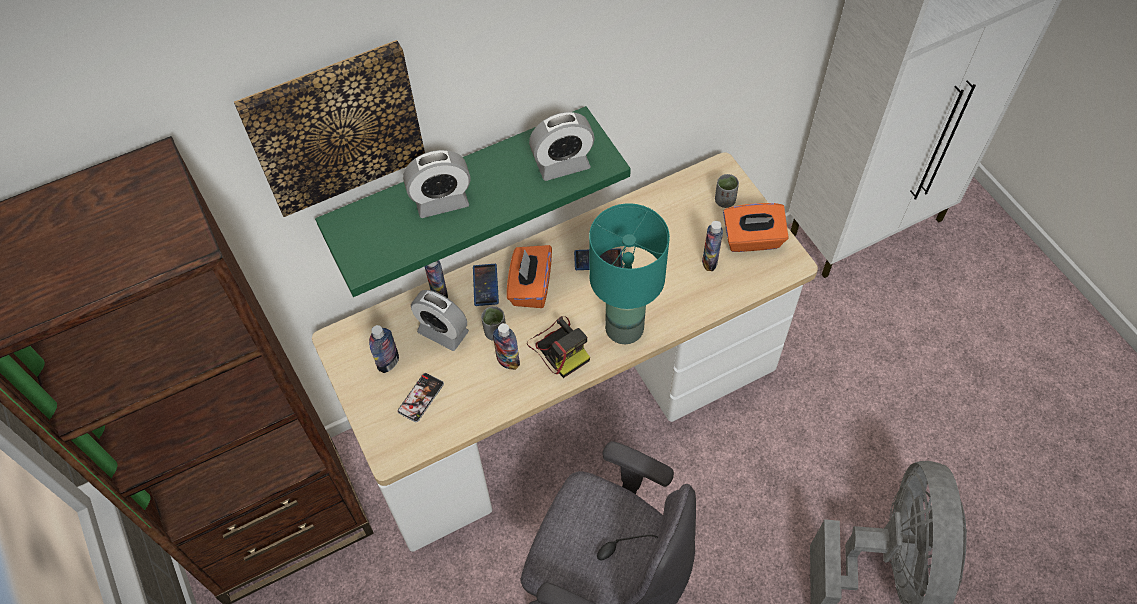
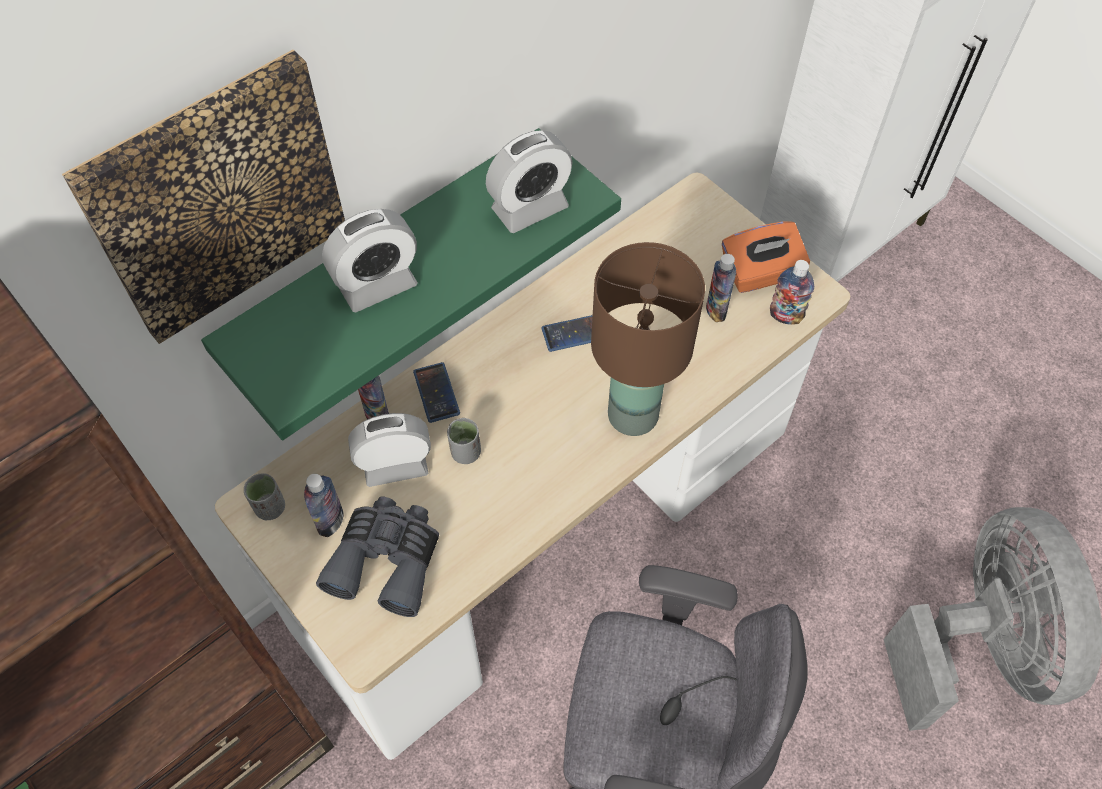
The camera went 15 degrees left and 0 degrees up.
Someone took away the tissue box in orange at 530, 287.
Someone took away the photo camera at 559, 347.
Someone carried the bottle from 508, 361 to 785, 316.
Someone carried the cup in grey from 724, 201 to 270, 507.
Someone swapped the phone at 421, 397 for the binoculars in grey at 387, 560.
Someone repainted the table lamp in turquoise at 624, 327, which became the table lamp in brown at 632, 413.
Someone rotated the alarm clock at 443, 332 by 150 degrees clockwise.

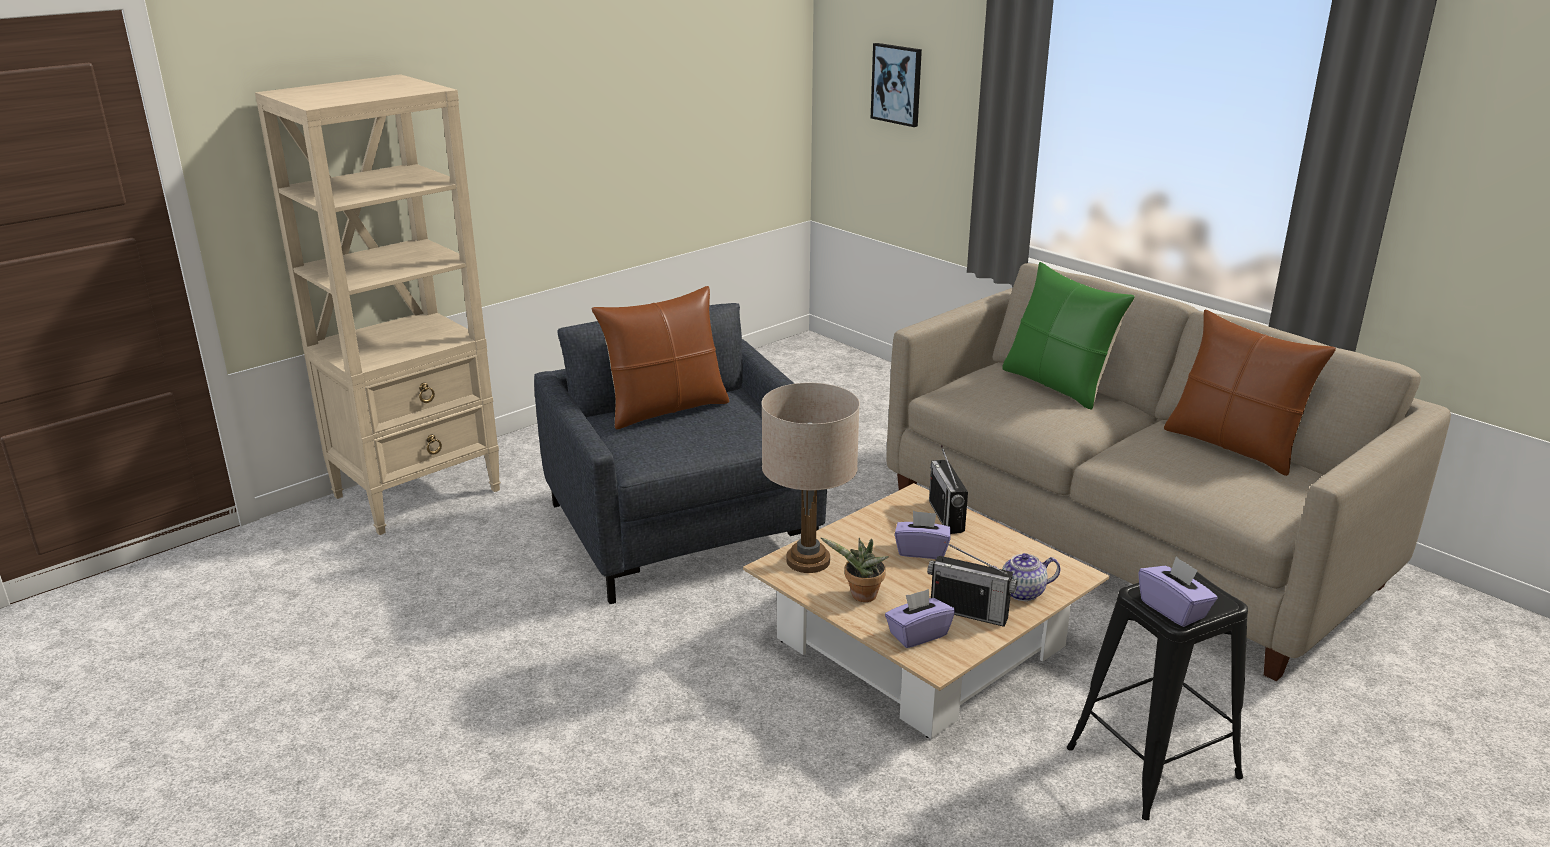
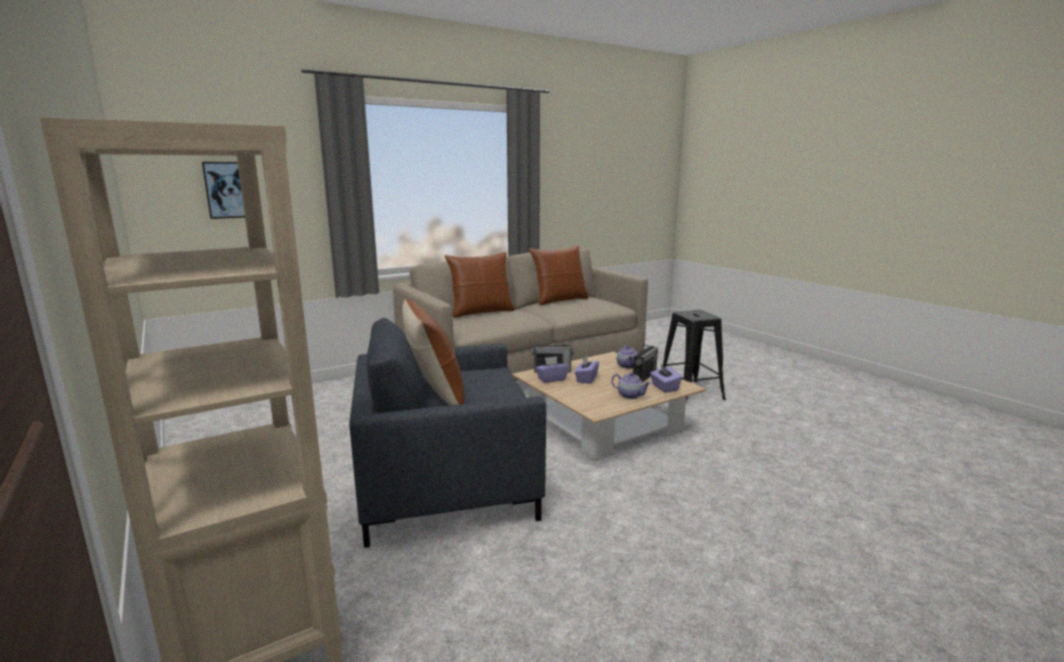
The camera went 80 degrees left and 10 degrees down.
Someone took away the table lamp in beige at 807, 561.
Someone carried the tissue box in purple from 1173, 609 to 551, 379.
Someone swapped the potted plant at 861, 597 for the teapot at 630, 395.
Someone repainted the pillow in green at 1058, 385, which became the pillow in brown at 481, 312.

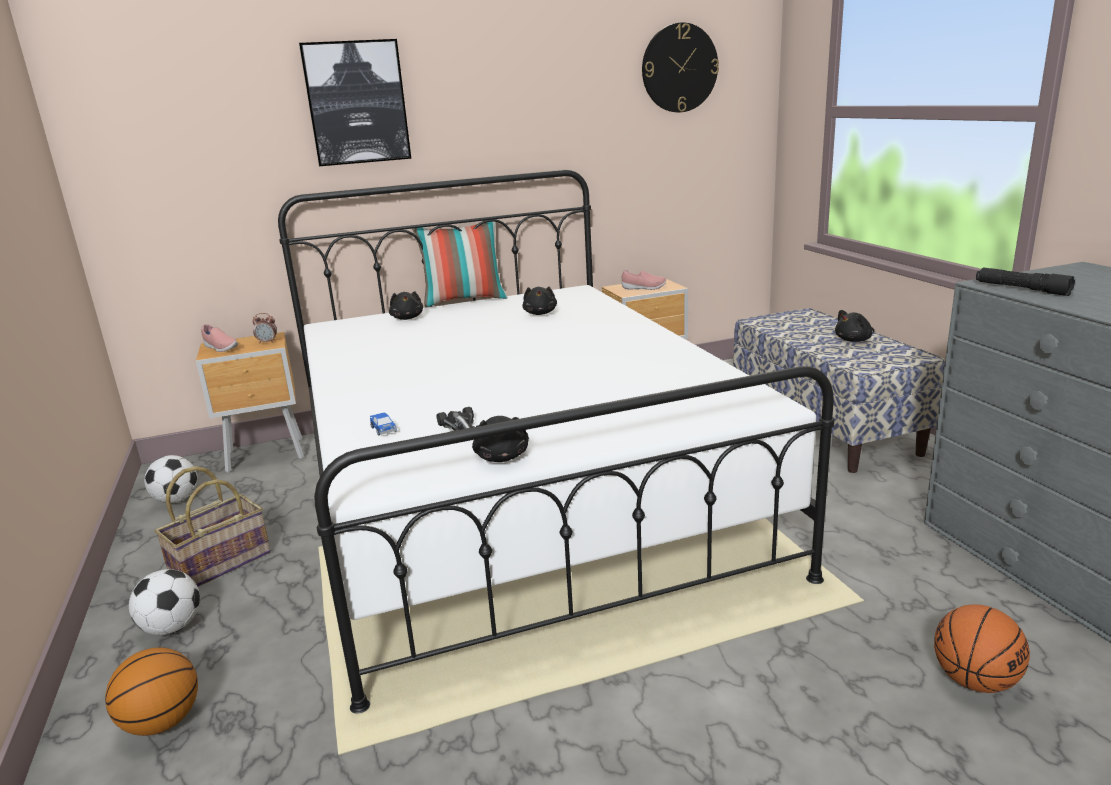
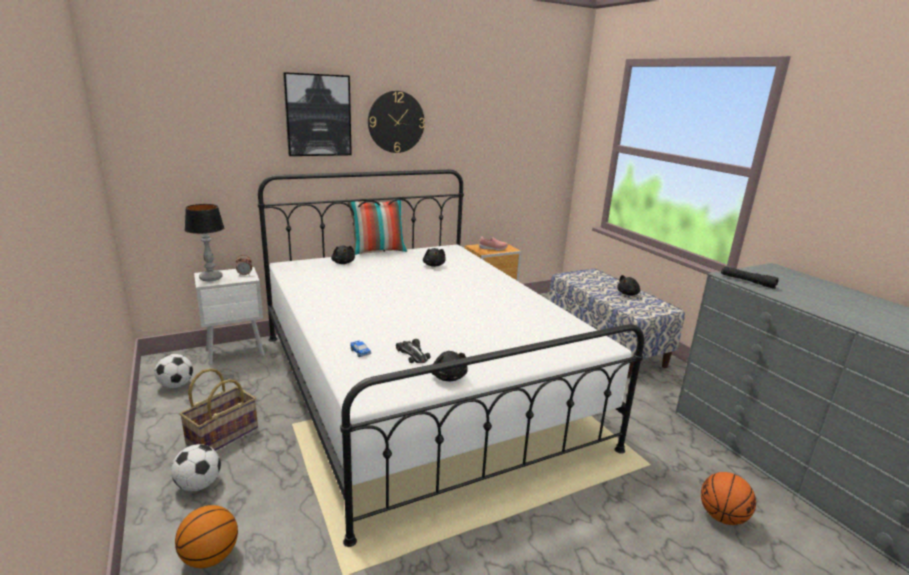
The camera went 10 degrees left and 0 degrees up.
Someone carried the wall clock from 679, 68 to 396, 122.
Someone swapped the shoe in pink at 220, 348 for the table lamp at 211, 278.
Someone repainted the nightstand in brown at 267, 455, which became the nightstand in white at 237, 352.

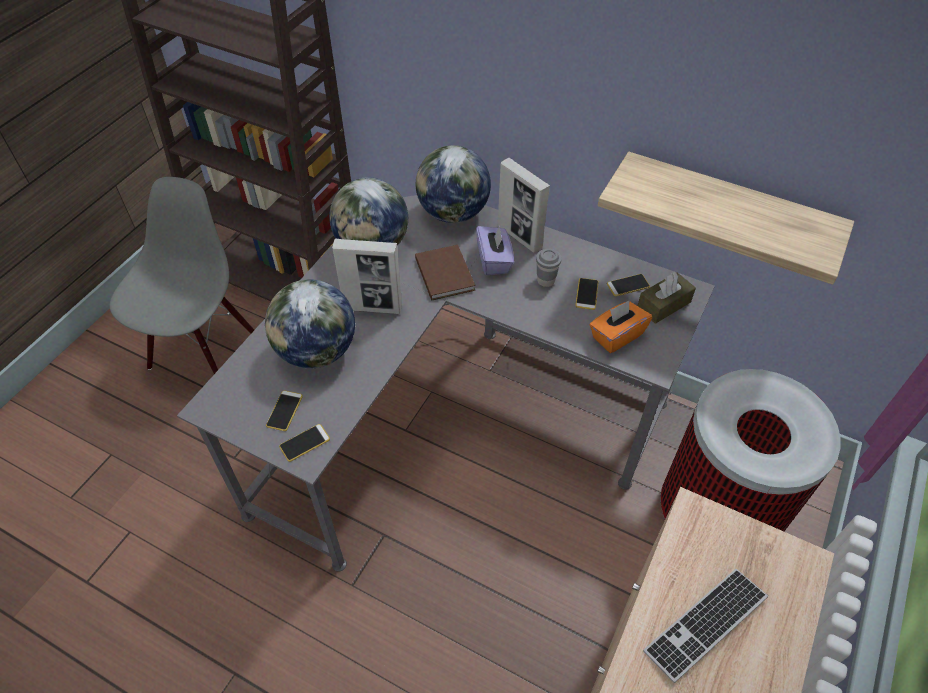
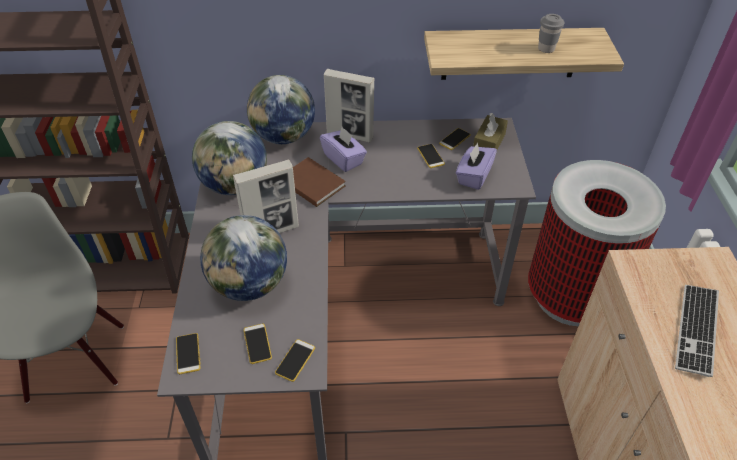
The camera went 30 degrees left and 5 degrees down.
Someone put down the phone at 188, 353.
Someone carried the cup in grey from 546, 280 to 546, 49.
Someone repainted the tissue box in orange at 616, 336, which became the tissue box in purple at 473, 176.

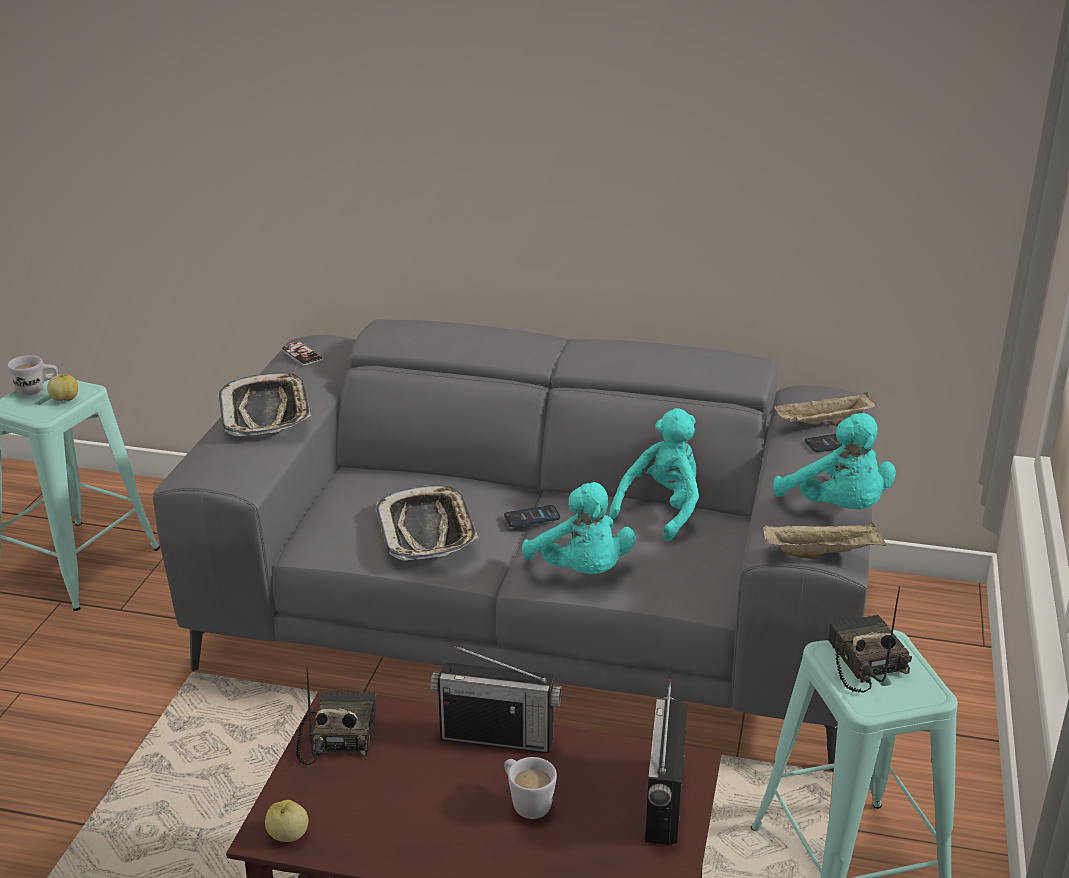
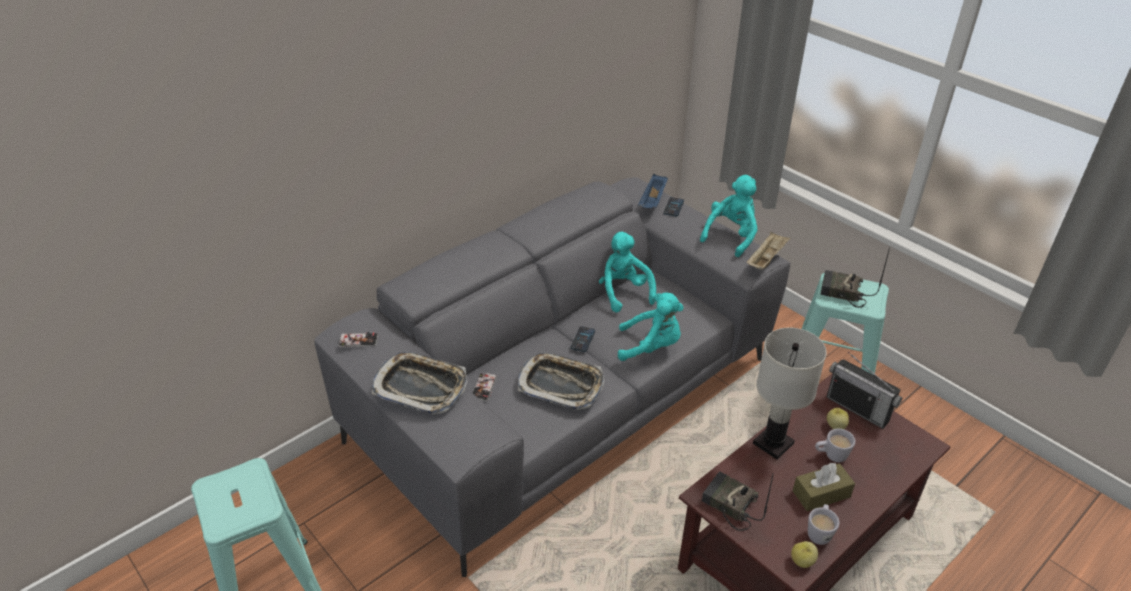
The camera went 55 degrees left and 10 degrees up.
Someone put down the phone at 484, 387.
Someone put down the tissue box in brown at 821, 494.
Someone carried the mug in white from 37, 390 to 819, 532.
Someone carried the apple from 65, 400 to 835, 426.
Someone swapped the radio at 497, 737 for the table lamp in white at 773, 443.
Someone repainted the tray in beige at 823, 424, which became the tray in blue at 653, 201.
Someone rotated the plush toy in turquoise at 837, 508 by 60 degrees counterclockwise.

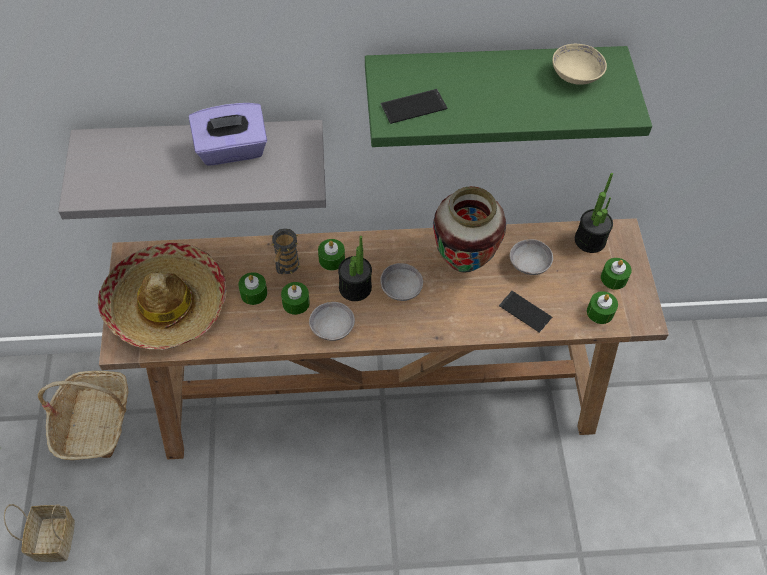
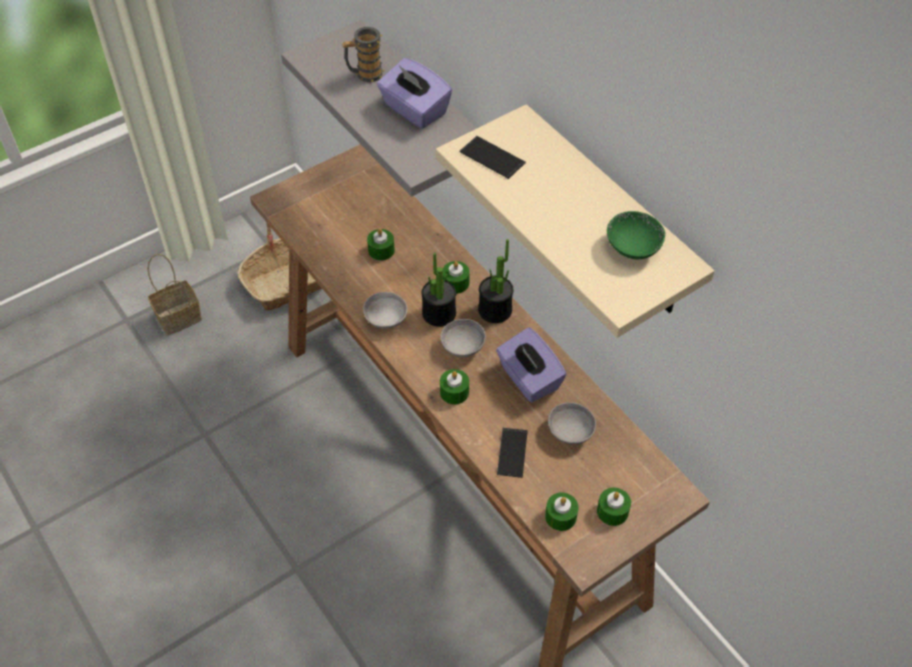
The camera went 60 degrees right and 5 degrees down.
Someone took away the hat at 167, 305.
Someone carried the mug from 285, 268 to 364, 74.
Someone carried the candle in green from 296, 303 to 454, 392.
Someone carried the potted plant from 590, 240 to 495, 310.
Someone swapped the vase at 463, 263 for the tissue box in purple at 528, 379.
Someone repainted the shelf in green at 491, 83, which became the shelf in beige at 609, 216.
Someone repainted the bowl in beige at 575, 75, which became the bowl in green at 633, 247.

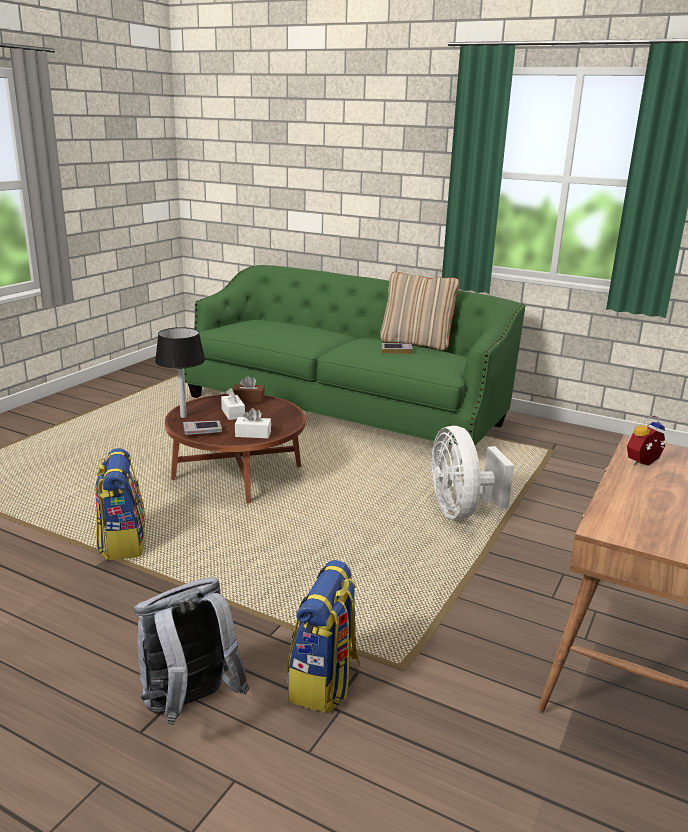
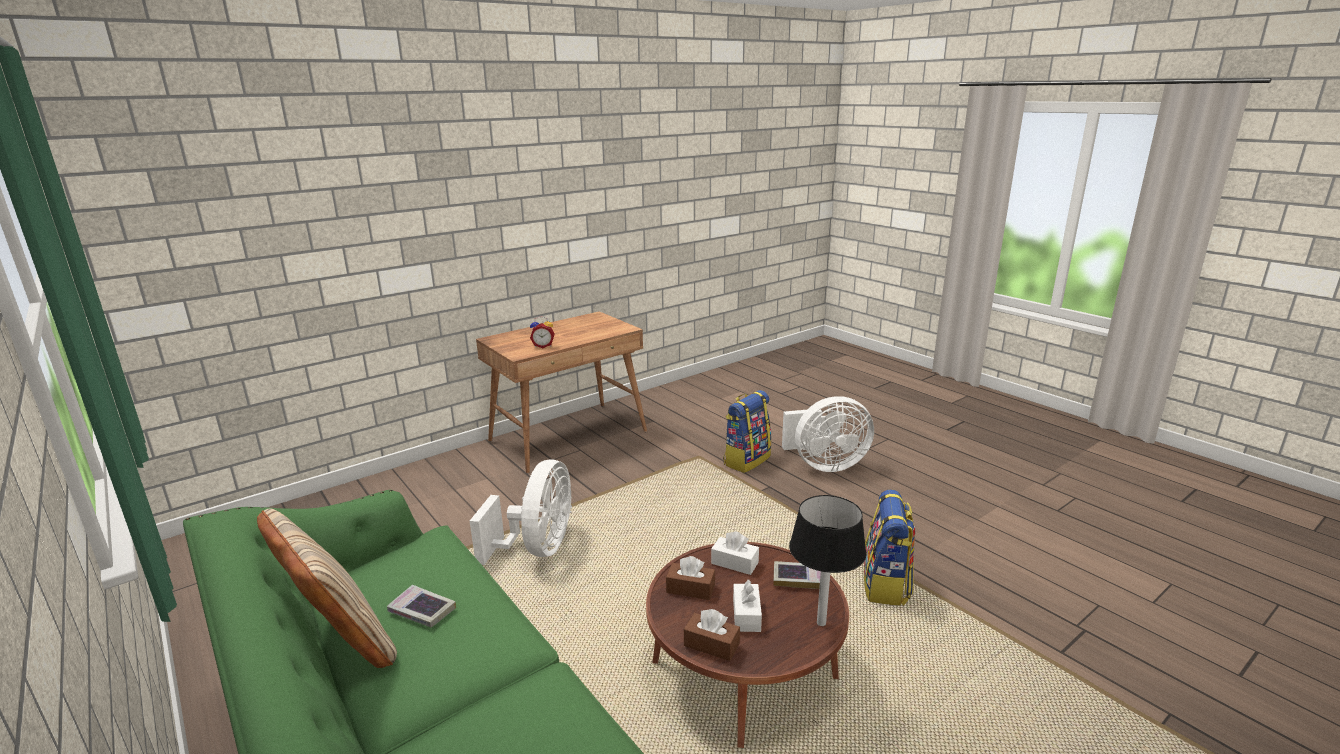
The camera went 155 degrees left and 0 degrees up.
Someone put down the tissue box in brown at 690, 589.
Someone swapped the backpack in grey at 189, 705 for the fan in white at 824, 465.

